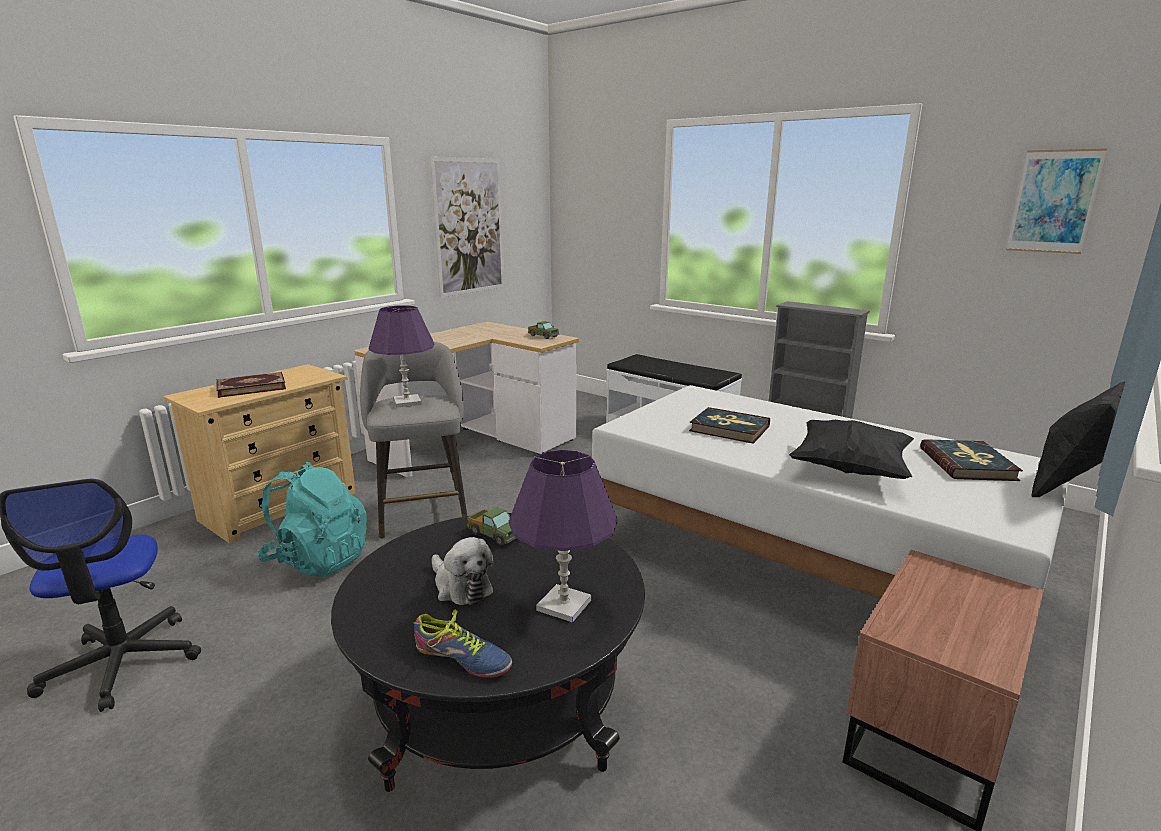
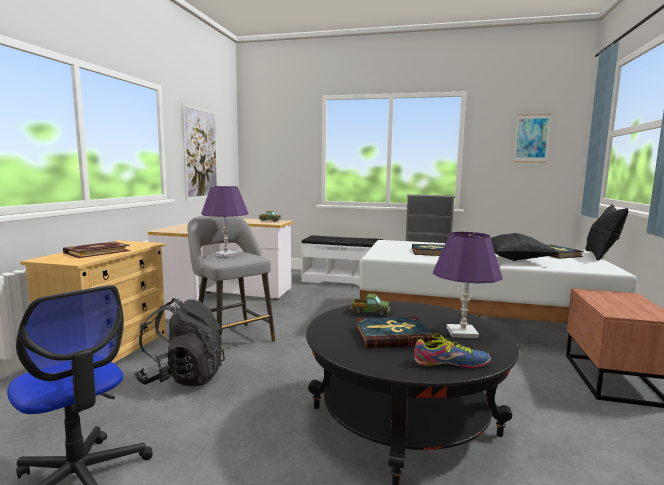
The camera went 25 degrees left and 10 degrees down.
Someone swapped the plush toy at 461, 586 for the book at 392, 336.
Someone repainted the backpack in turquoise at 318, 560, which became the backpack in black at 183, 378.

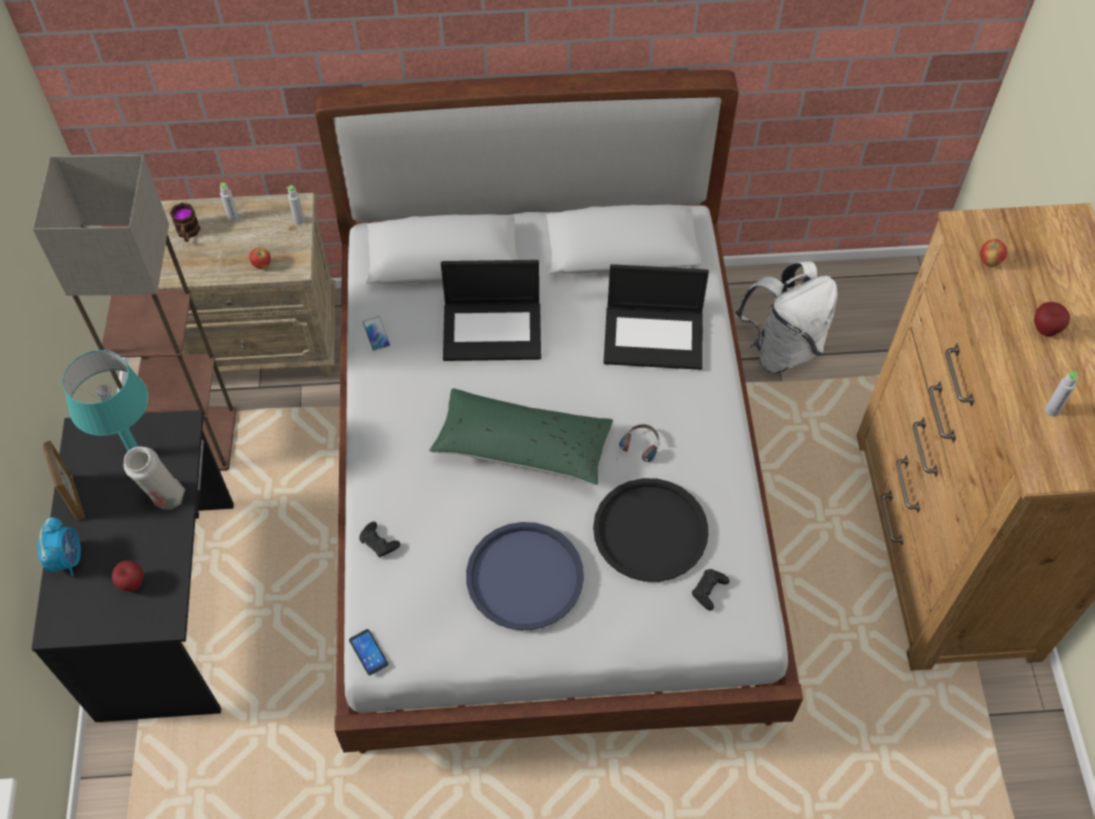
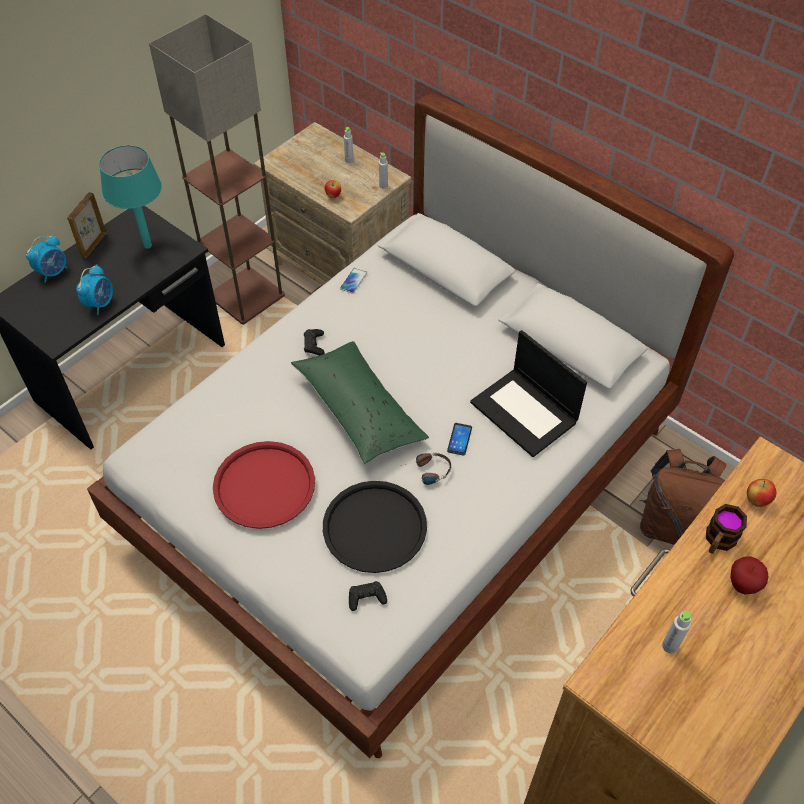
The camera went 45 degrees right and 5 degrees down.
Someone took away the apple at 132, 584.
Someone took away the vase in white at 164, 497.
Someone took away the laptop at 493, 330.
Someone put down the alarm clock at 100, 303.
Someone carried the mug from 188, 233 to 718, 541.
Someone carried the phone from 368, 652 to 459, 439.
Someone carried the game controller in black from 379, 542 to 314, 345.
Someone repainted the tray in blue at 524, 577, which became the tray in red at 264, 485.
Someone repainted the backpack in white at 781, 348, which became the backpack in brown at 672, 525.

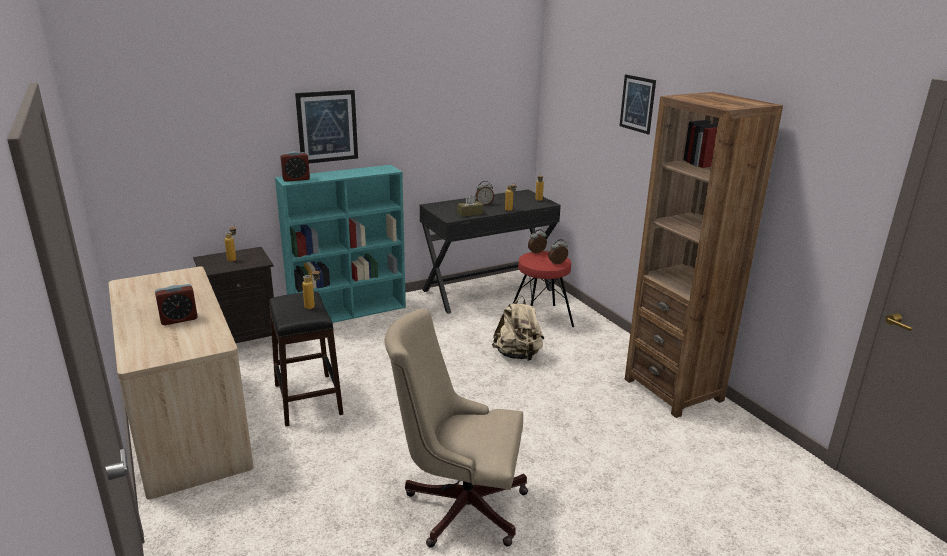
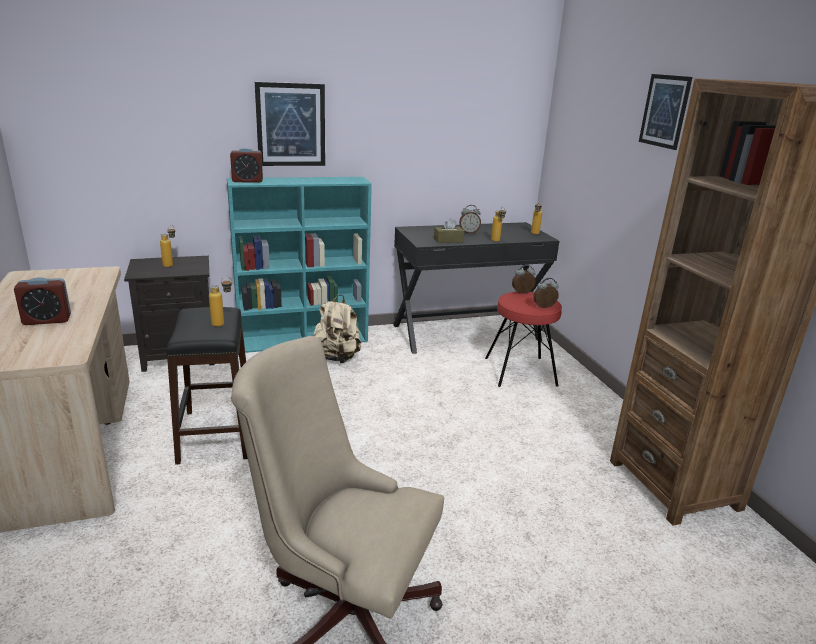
The camera went 10 degrees right and 0 degrees up.
Someone carried the backpack in beige from 518, 355 to 337, 358.

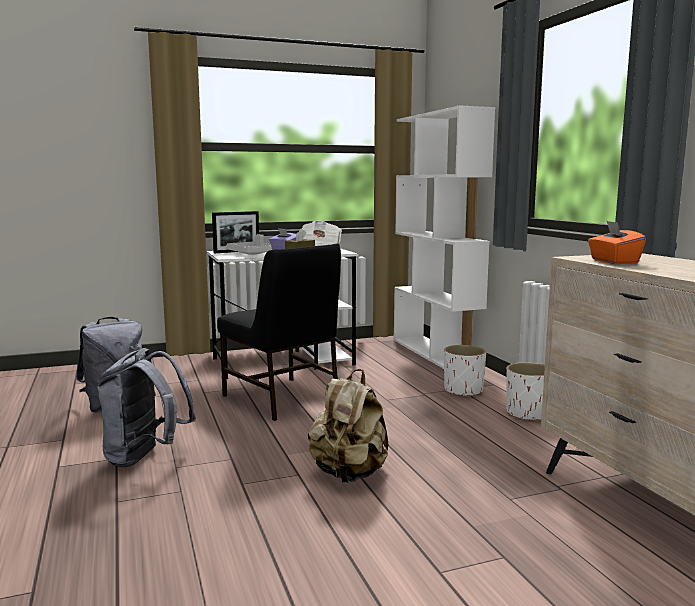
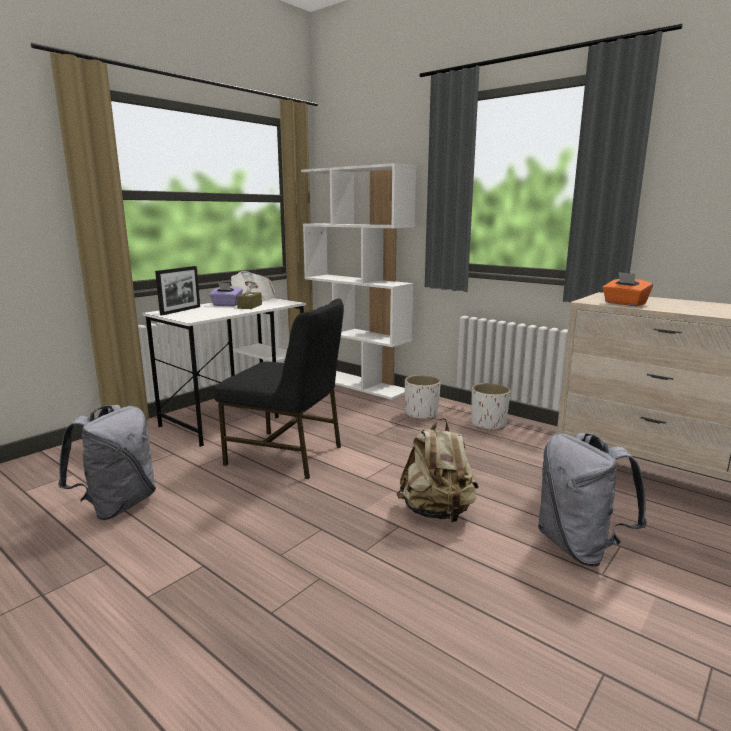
The camera went 30 degrees left and 5 degrees up.
Someone took away the tray in grey at 251, 254.
Someone carried the backpack in grey from 145, 457 to 579, 547.

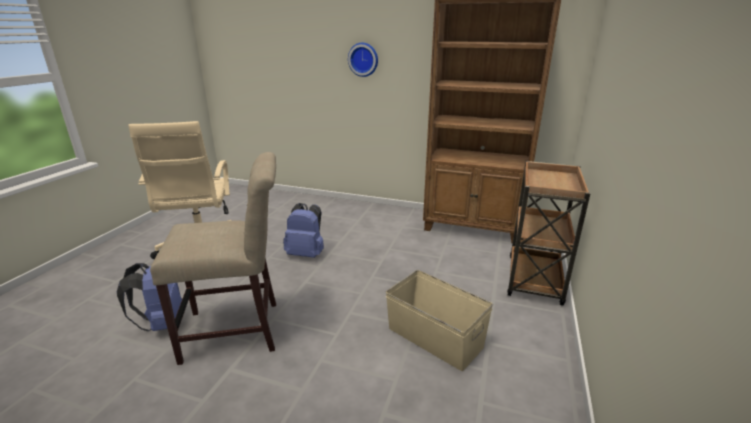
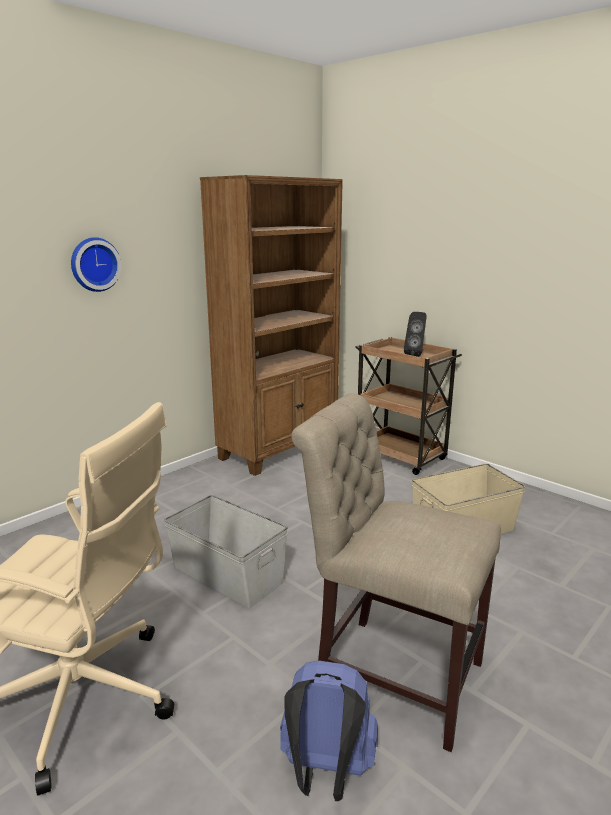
The camera went 65 degrees left and 5 degrees down.
Someone put down the speaker in black at 415, 355.
Someone swapped the backpack in blue at 306, 254 for the storage box in grey at 227, 573.
Someone rotated the chair in beige at 238, 330 by 75 degrees counterclockwise.

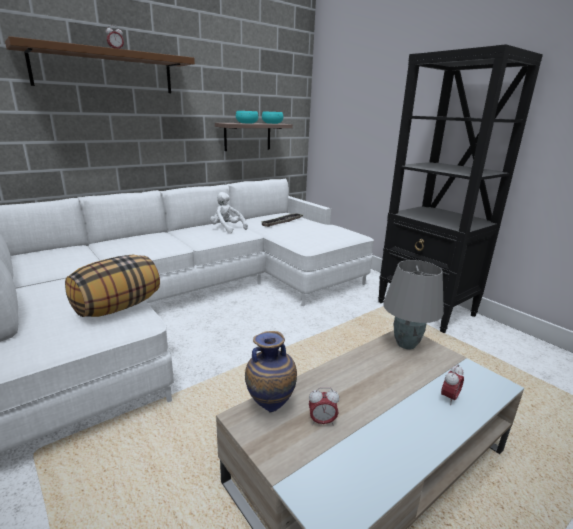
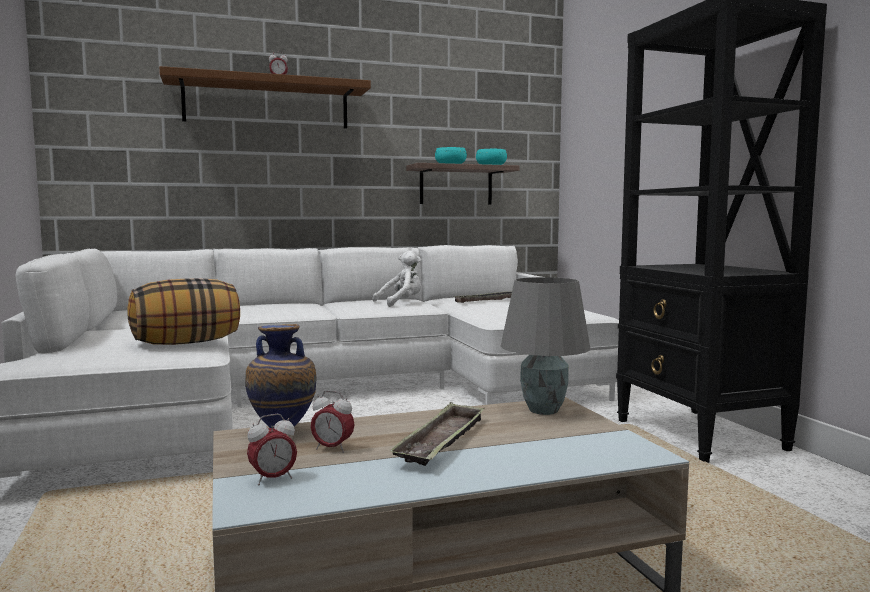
The camera went 20 degrees right and 15 degrees down.
Someone put down the tray at 442, 441.
Someone carried the alarm clock from 449, 398 to 273, 479.
Someone rotated the plush toy in white at 226, 229 by 90 degrees clockwise.

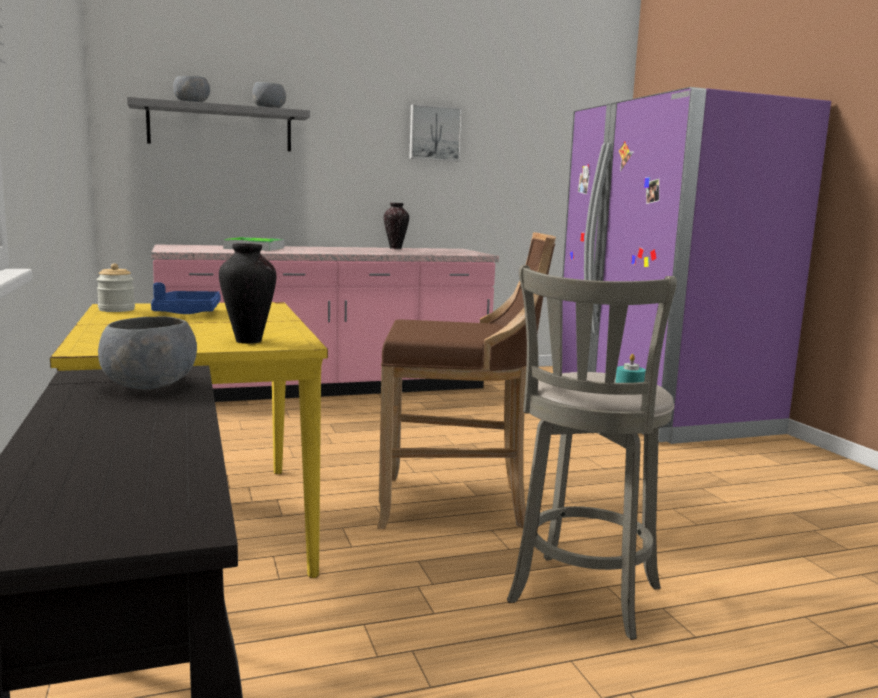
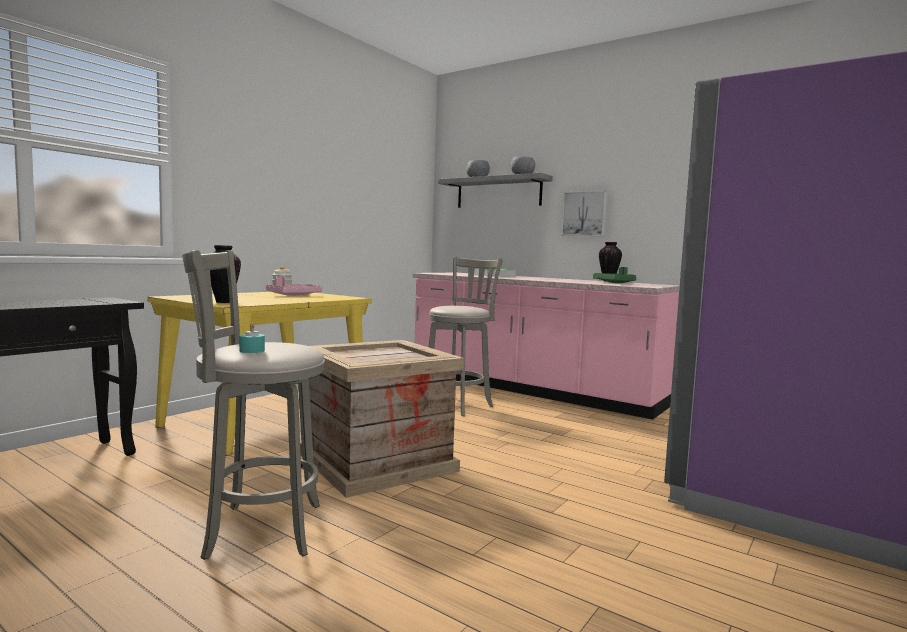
The camera went 55 degrees right and 5 degrees down.
Someone took away the bowl in grey at 148, 385.
Someone put down the stool in grey at 458, 405.
Someone put down the tray in green at 615, 283.
Someone carried the picture from 434, 133 to 584, 214.
Someone swapped the stool in brown at 458, 505 for the crate at 377, 463.
Someone repainted the tray in blue at 187, 313, which became the tray in pink at 293, 295.

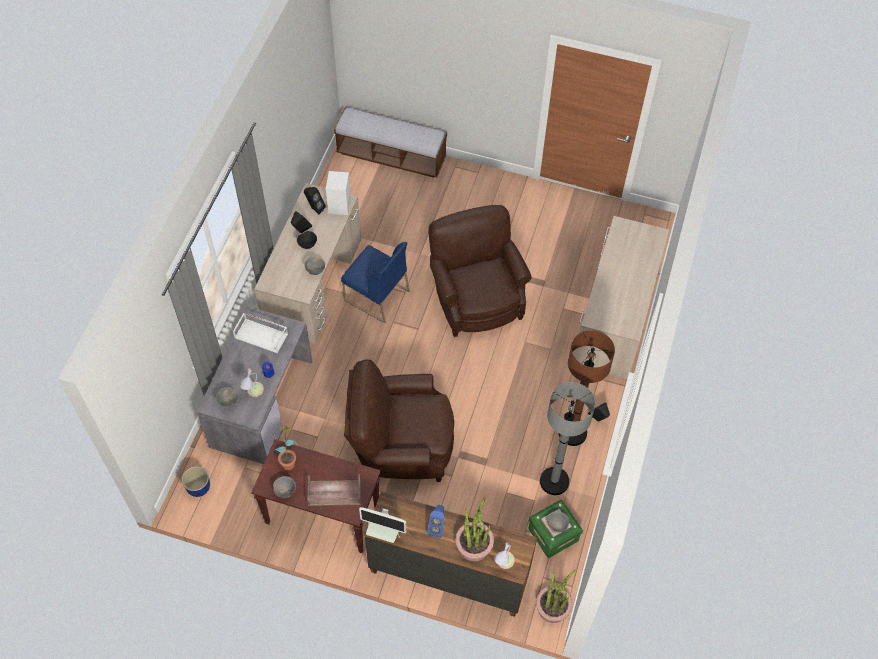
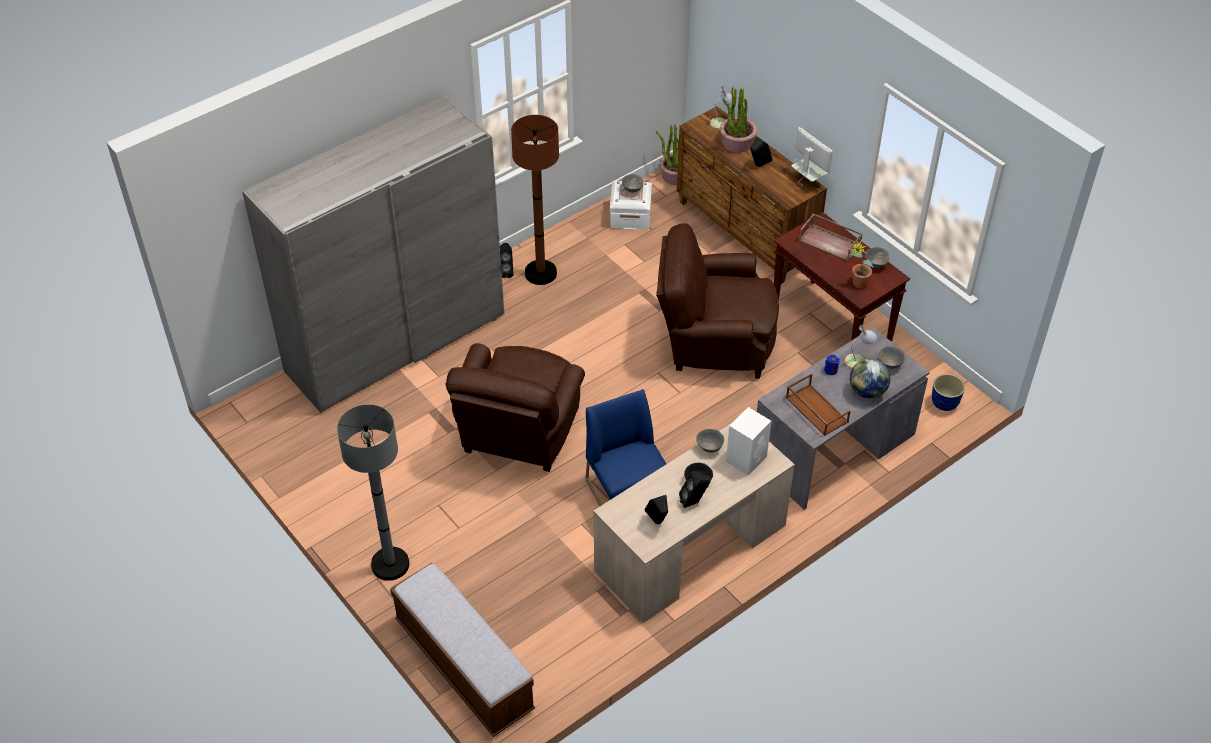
The camera went 145 degrees left and 10 degrees down.
Someone put down the globe at 867, 392.
Someone carried the speaker in white from 339, 206 to 747, 458.
Someone carried the floor lamp in grey from 554, 481 to 390, 564.
Someone swapped the desk in beige at 615, 317 for the wardrobe in grey at 396, 342.
Someone repainted the tray in white at 262, 335, which became the tray in brown at 816, 409.
Someone repainted the speaker in blue at 437, 527, which became the speaker in black at 758, 166.
Someone repainted the storage box in green at 553, 534, which became the storage box in white at 630, 216.
Someone rotated the armchair in brown at 400, 445 by 150 degrees clockwise.

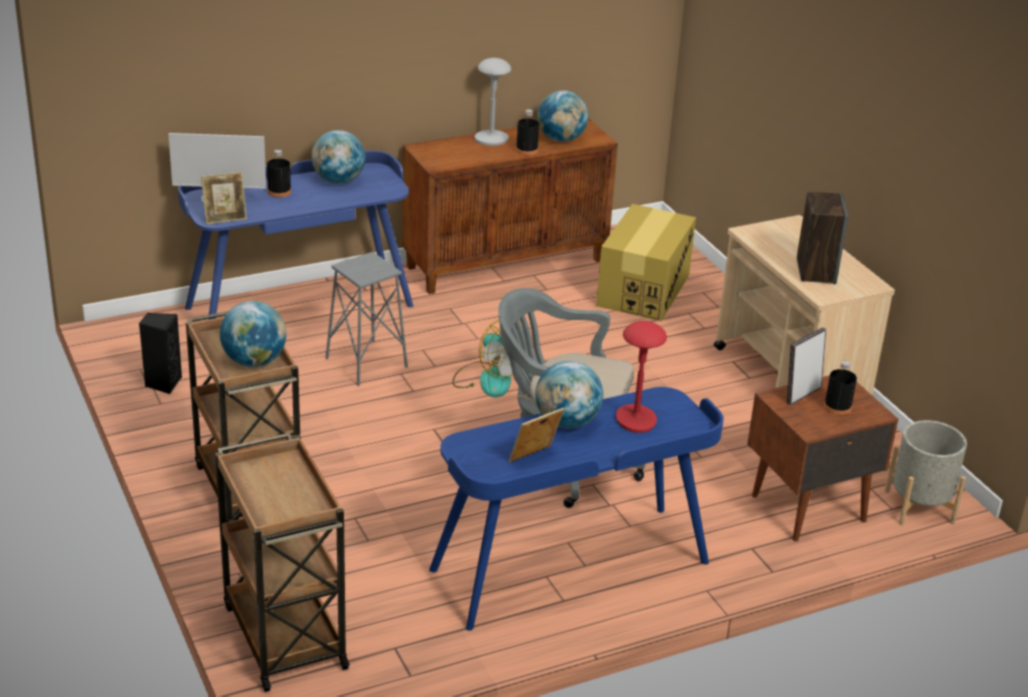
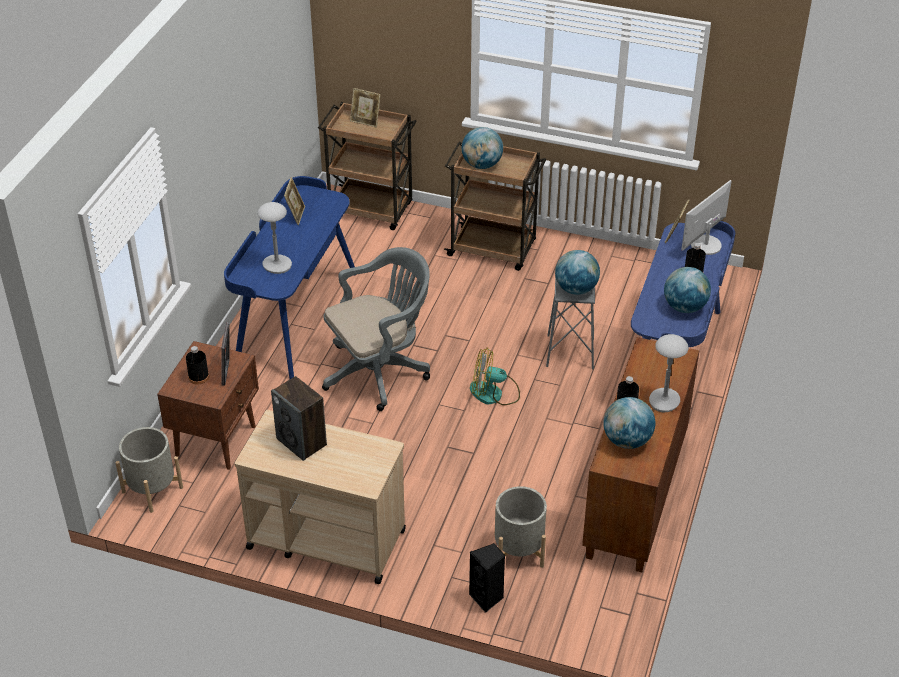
The camera went 135 degrees right and 10 degrees up.
Someone put down the picture frame at 365, 121.
Someone carried the speaker in black from 163, 383 to 487, 598.
Someone carried the globe from 566, 422 to 576, 289.
Someone swapped the cardboard box at 643, 290 for the planter in grey at 518, 550.
Someone repainted the table lamp in red at 636, 420, which became the table lamp in grey at 277, 265.

